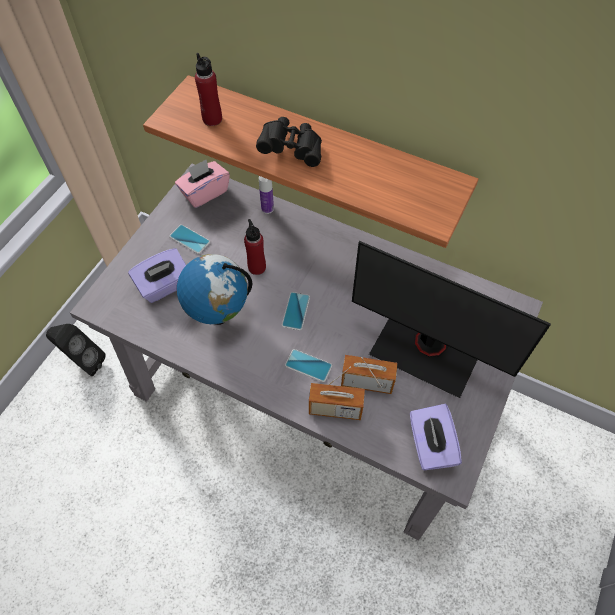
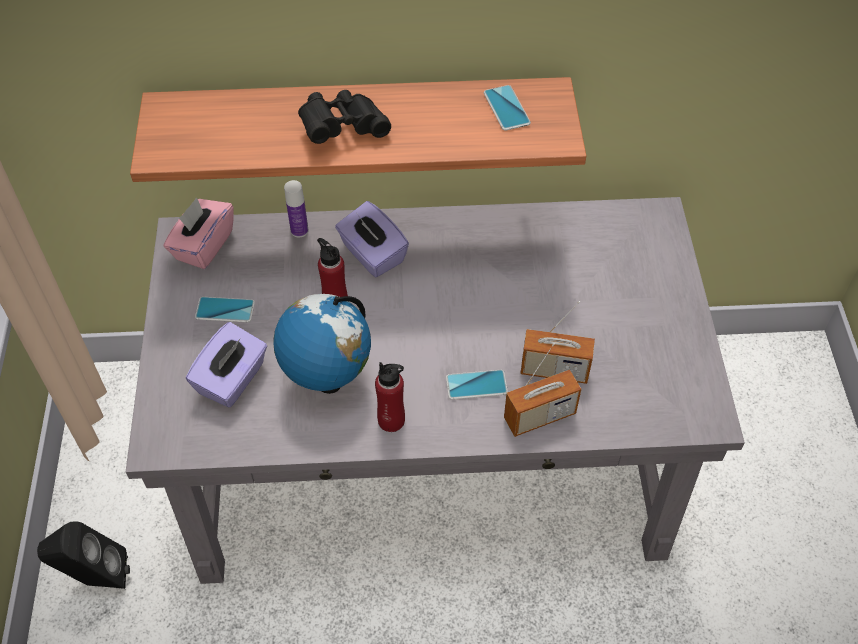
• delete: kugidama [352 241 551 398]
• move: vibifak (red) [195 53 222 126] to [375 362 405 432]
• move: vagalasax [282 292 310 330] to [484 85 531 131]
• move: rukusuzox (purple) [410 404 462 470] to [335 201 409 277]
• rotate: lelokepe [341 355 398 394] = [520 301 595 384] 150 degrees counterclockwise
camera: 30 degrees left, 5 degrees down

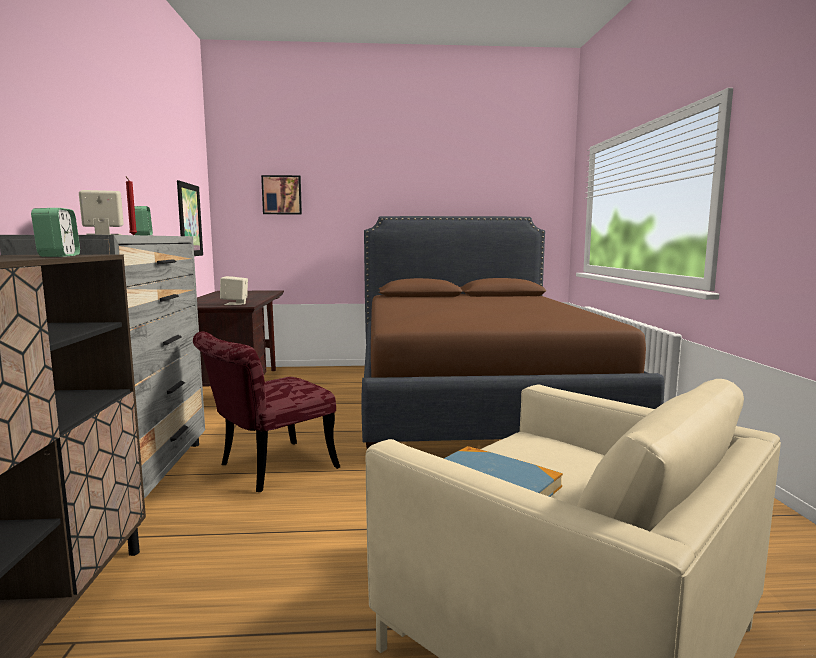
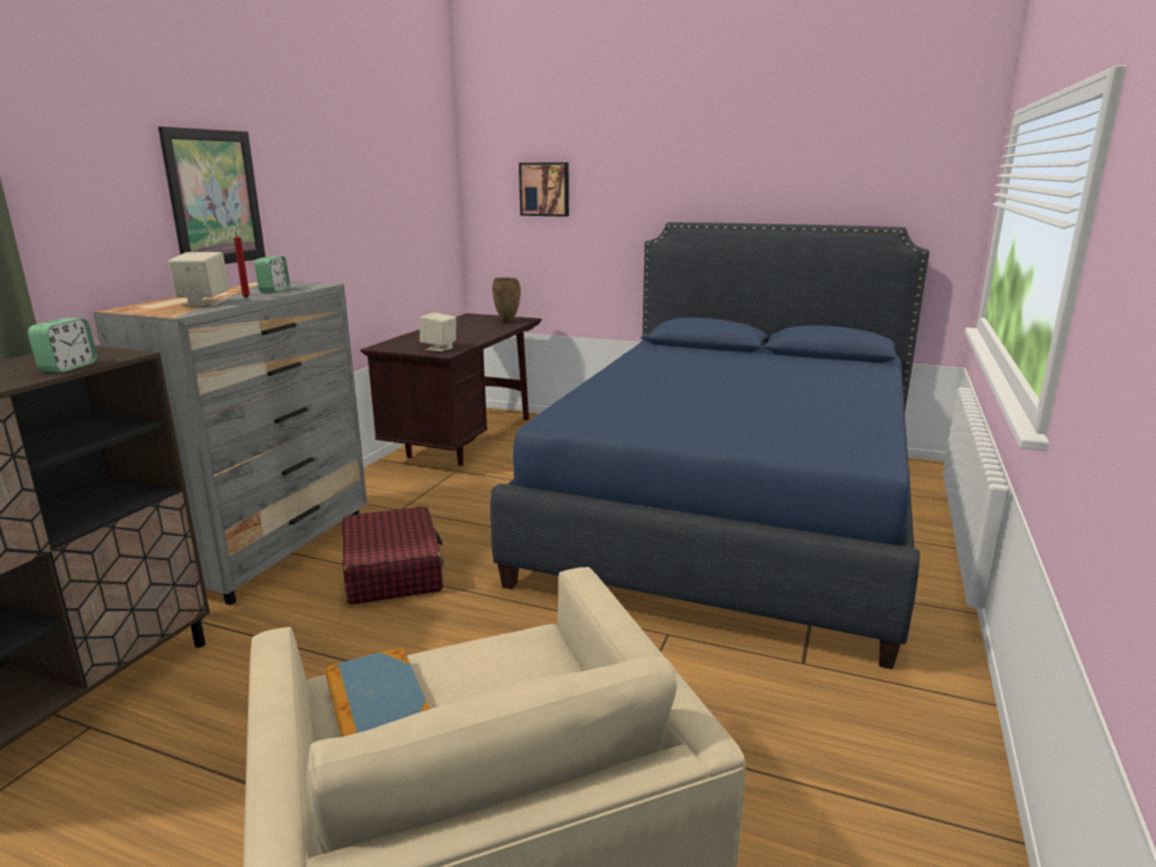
• insert: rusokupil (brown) [492 277 521 322]
• move: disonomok [177 180 203 256] to [158 127 265 264]
• replace: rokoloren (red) [193 331 340 492] to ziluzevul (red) [342 506 444 605]
• recolor: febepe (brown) [362 216 664 449] to febepe (blue) [490 222 930 669]
camera: 25 degrees right, 10 degrees up

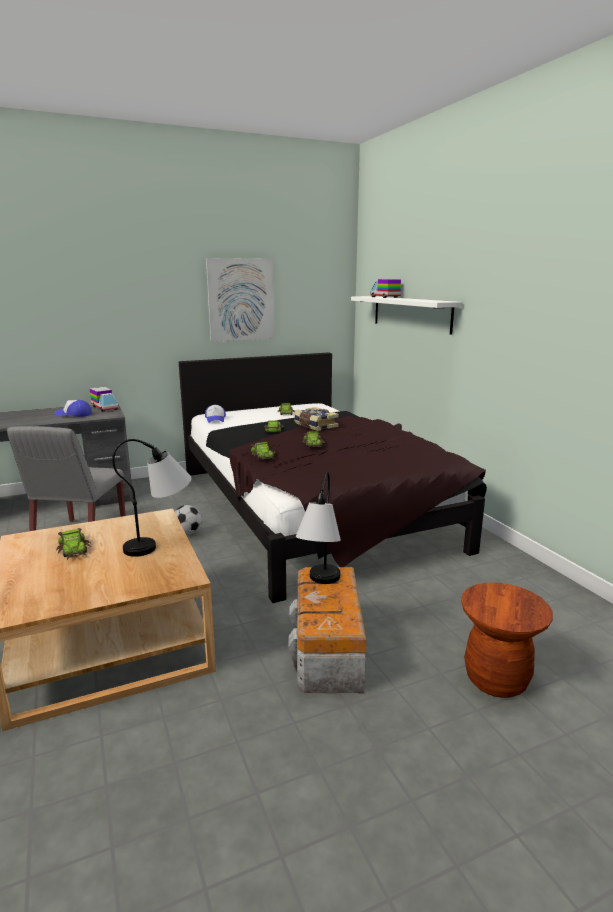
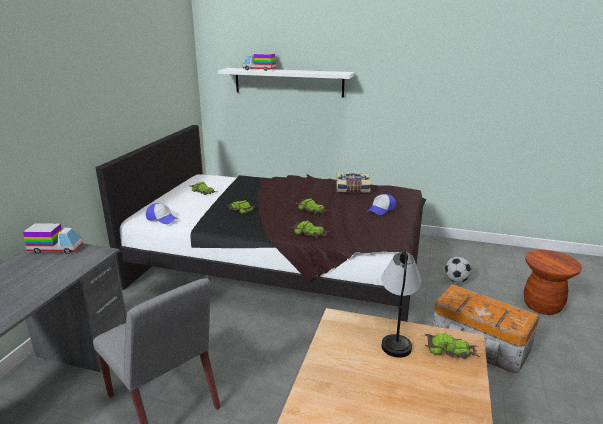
• delete: disonomok [206 258 274 342]
• delete: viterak [295 471 341 584]
• move: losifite [55 400 92 417] to [368 194 396 215]
• move: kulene [56 528 91 560] to [425 332 481 359]
• move: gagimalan [175 505 202 536] to [445 257 472 282]
• move: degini [294 407 339 431] to [337 173 371 193]
camera: 50 degrees left, 5 degrees up

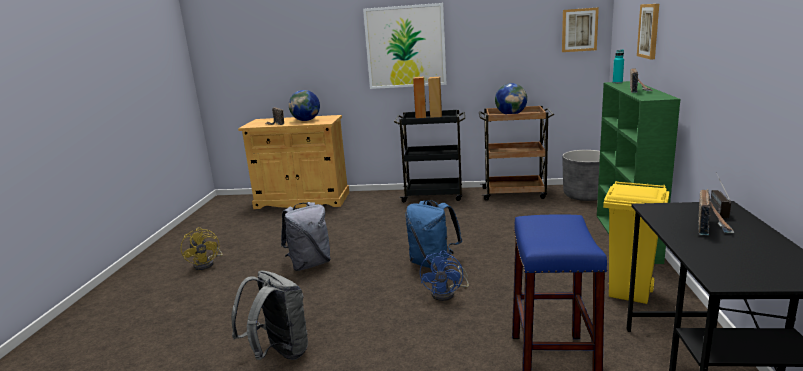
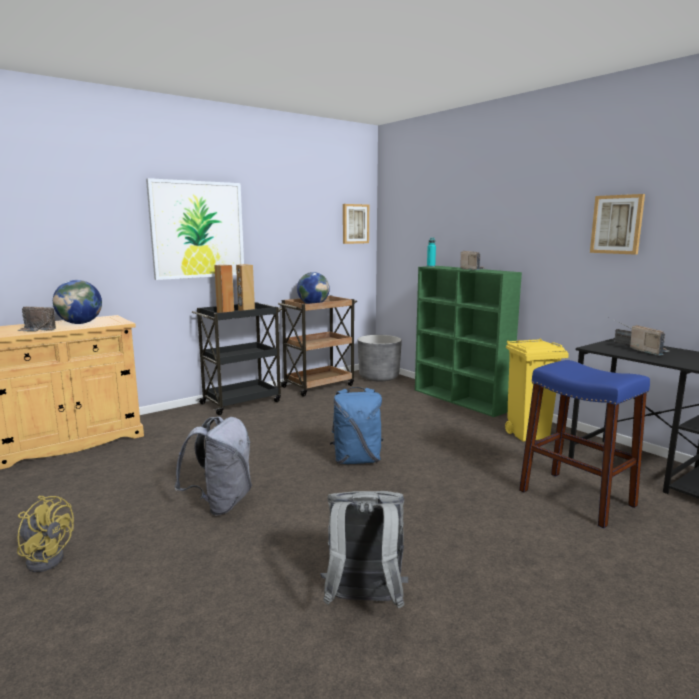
• delete: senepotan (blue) [420 250 469 301]
• move: disonomok [637 4 659 60] to [590 194 645 255]
camera: 45 degrees left, 5 degrees down

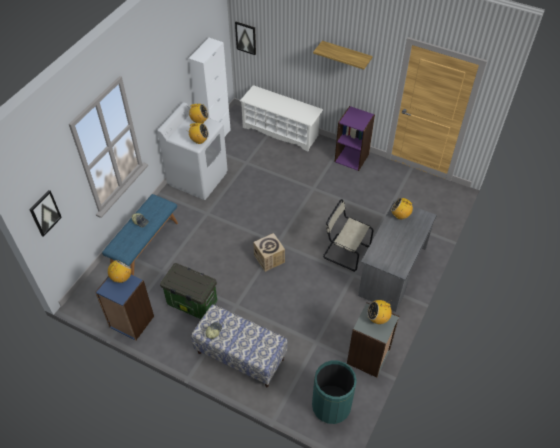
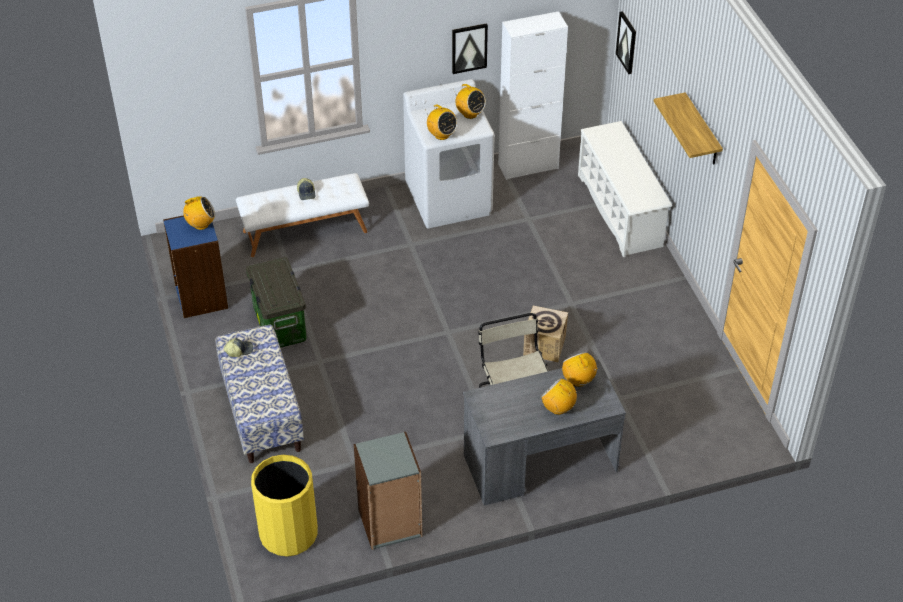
• delete: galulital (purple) [335 106 375 171]
• move: disonomok [29 190 62 237] to [452 23 488 74]
• move: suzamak [253 233 285 272] to [523 306 568 362]
• move: lelokepe [367 300 392 324] to [542 378 581 415]
• recolor: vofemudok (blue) [102 194 178 276] to vofemudok (white) [236 173 369 257]
• recolor: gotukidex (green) [312 360 357 424] to gotukidex (yellow) [251 455 318 557]
camera: 45 degrees right, 5 degrees down

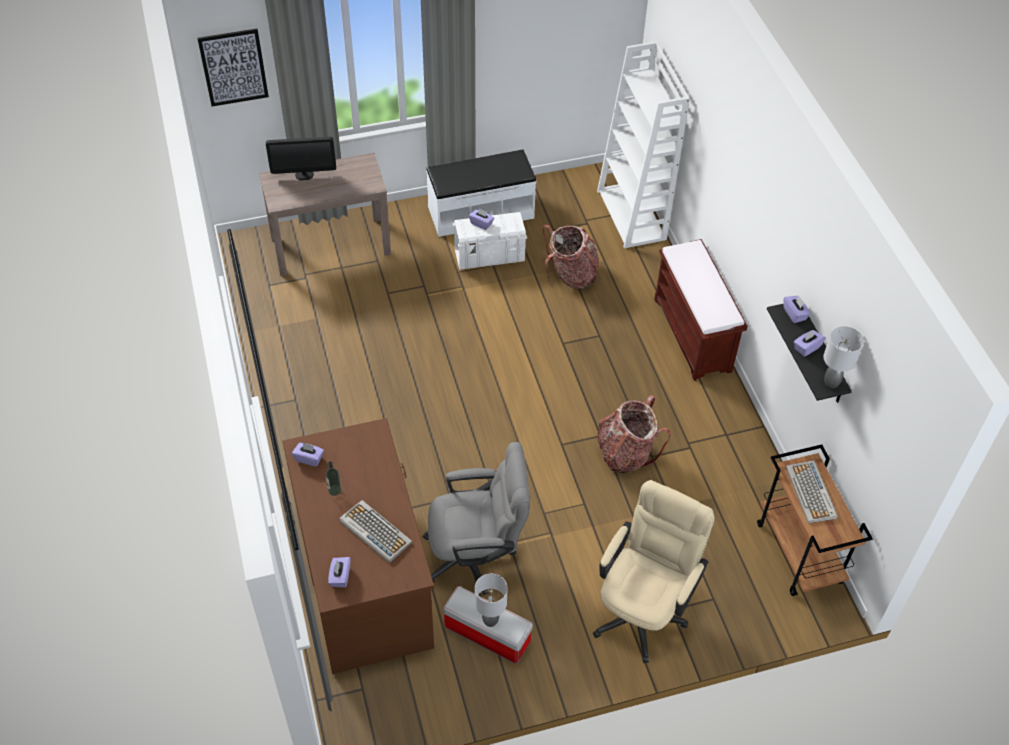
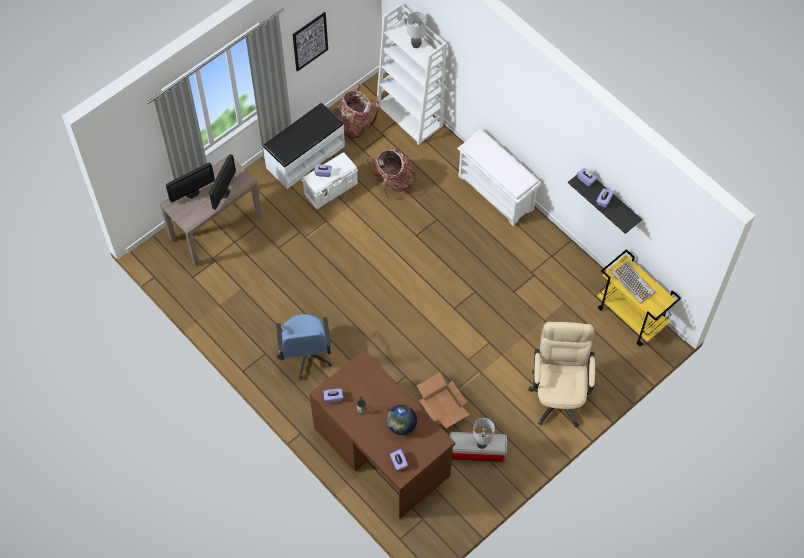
• insert: kugidama [209 154 236 210]
• insert: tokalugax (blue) [276 314 332 380]
• move: disonomok [197 29 269 107] to [293 12 328 72]
• move: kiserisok [598 395 671 473] to [332 84 380 139]
• move: viterak (grey) [823 326 864 388] to [407 12 426 48]
• replace: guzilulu [339 500 412 563] to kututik [387 405 417 435]
• replace: tokalugax (grey) [423 442 530 595] to suzamak [417 373 470 428]
• recolor: vofemudok (brown) [654 239 748 381] to vofemudok (white) [457 129 541 226]
• recolor: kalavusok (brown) [757 445 873 596] to kalavusok (yellow) [597 249 681 346]
camera: 25 degrees left, 10 degrees up

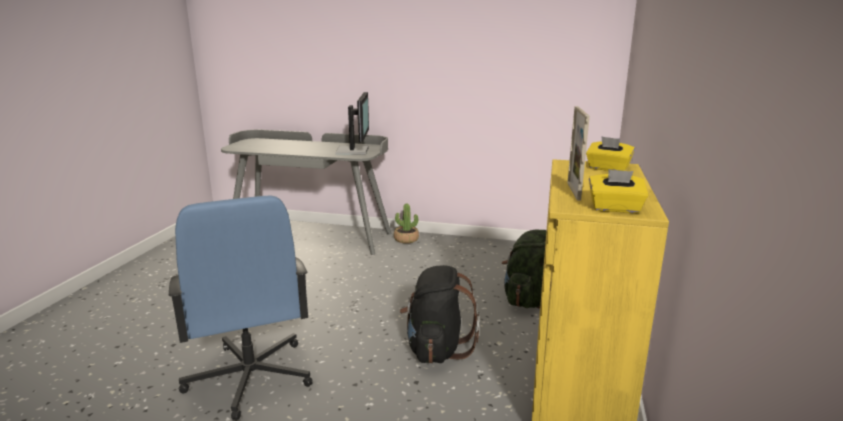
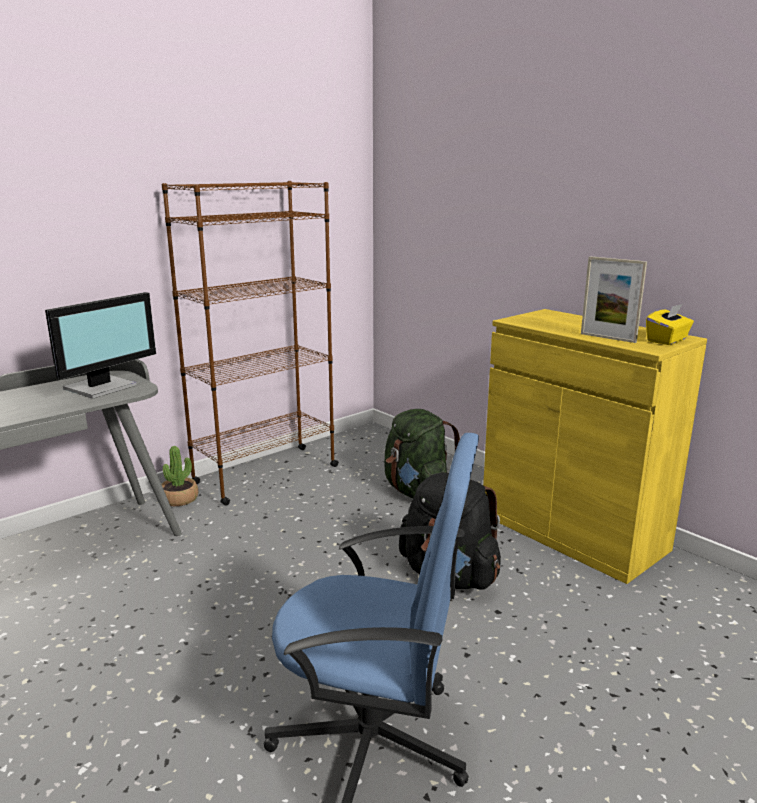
• delete: rukusuzox (yellow) [586 136 635 171]
• insert: galulital (brown) [162 181 339 506]
• rotate: kugidama [335 92 369 154] = [45 292 156 399] 90 degrees clockwise
camera: 55 degrees left, 0 degrees up

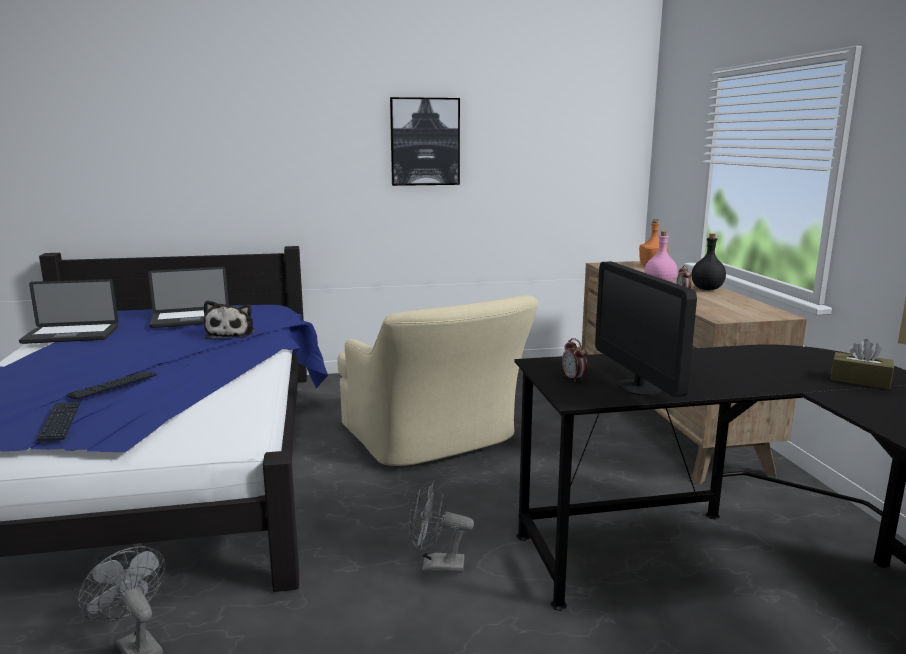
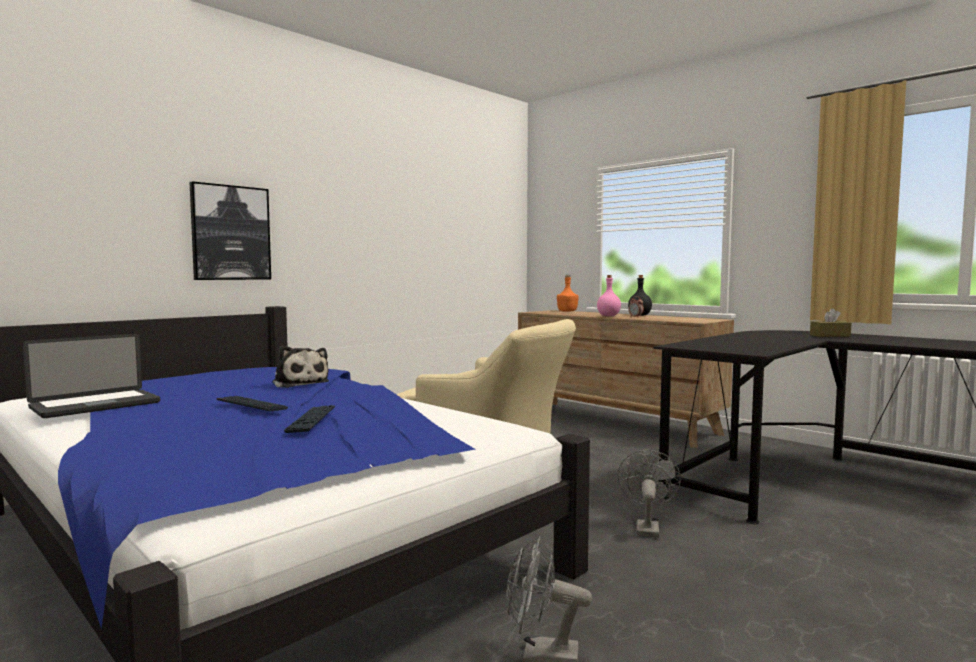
• delete: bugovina [148 267 229 328]
• delete: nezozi [562 338 588 382]
• delete: kugidama [595 261 697 397]
• move: guzilulu [37 402 81 441] to [217 396 288 412]
• move: disonomok [390 97 460 186] to [190 181 271 280]
• rotate: senepotan (grey) [408 480 474 573] = [617 450 681 538] 135 degrees clockwise
camera: 35 degrees left, 10 degrees down

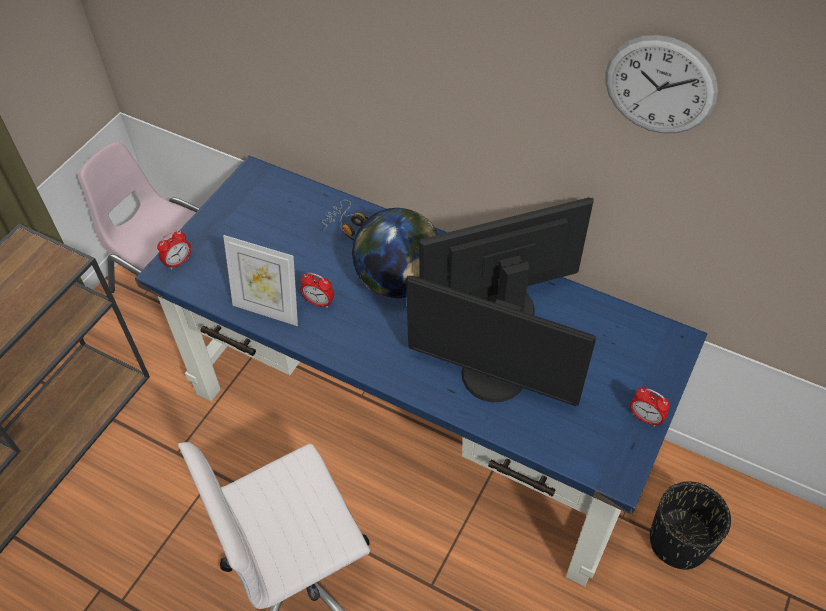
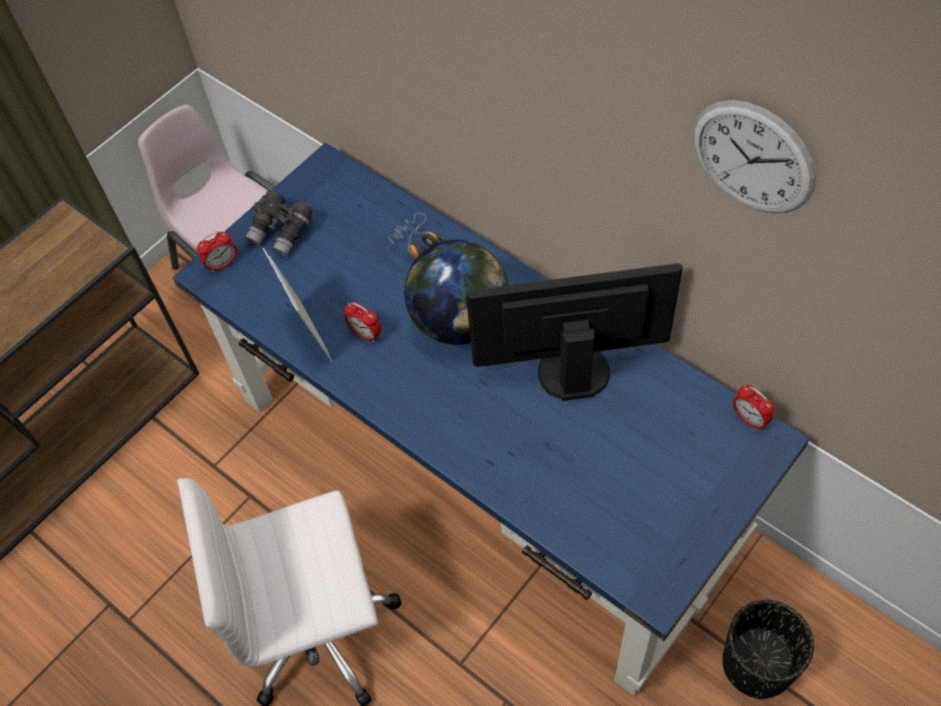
• delete: kugidama [406 276 596 406]
• insert: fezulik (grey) [245 190 313 256]
• move: nezozi [630 387 670 427] to [733 385 774 430]
• rotate: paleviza [223 235 298 326] = [263 248 333 362] 150 degrees counterclockwise
camera: 15 degrees right, 5 degrees up

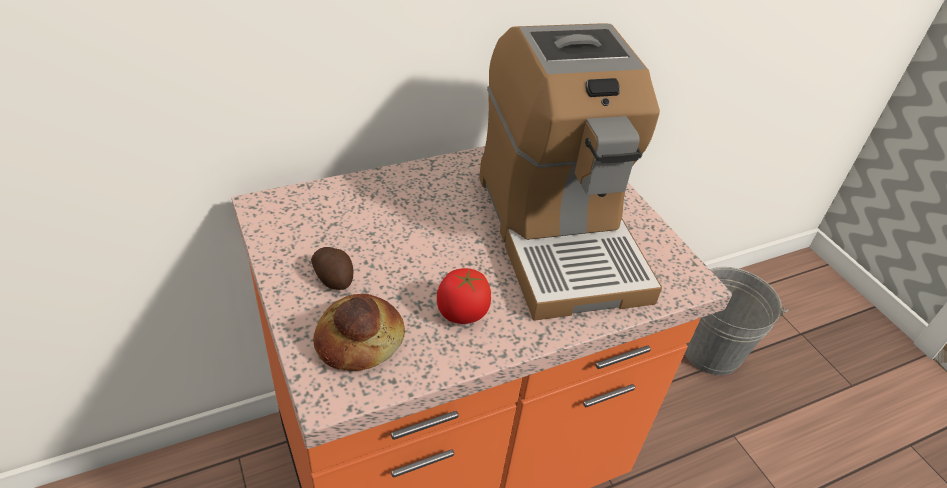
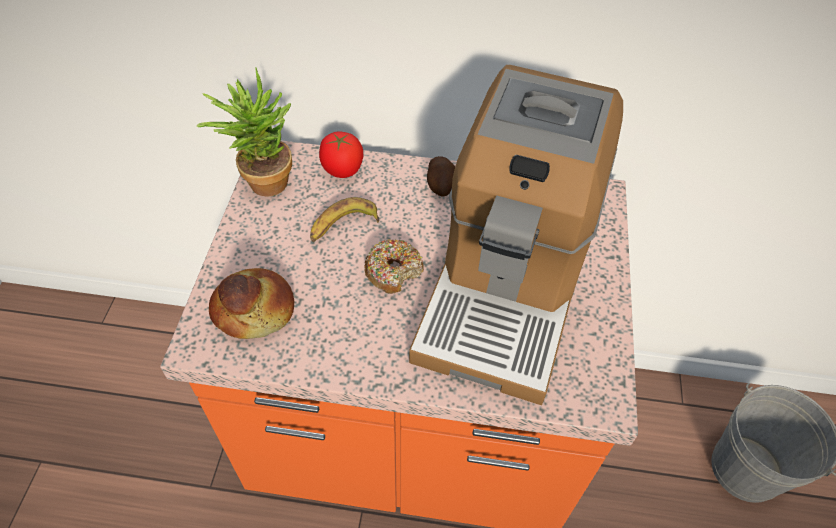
• insert: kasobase [197 68 292 197]
• insert: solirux [310 197 379 242]
• insert: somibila [364 239 424 294]
• move: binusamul [311 247 353 290] to [427 156 455 197]
• move: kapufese [437 268 491 324] to [319 132 363 178]
camera: 35 degrees right, 10 degrees up

